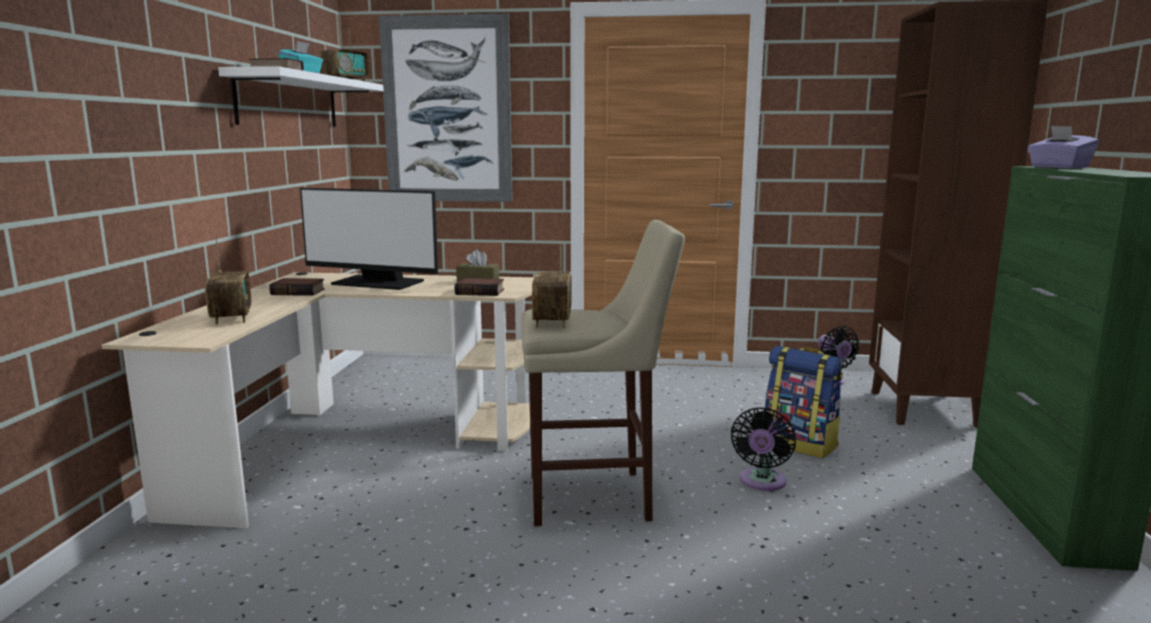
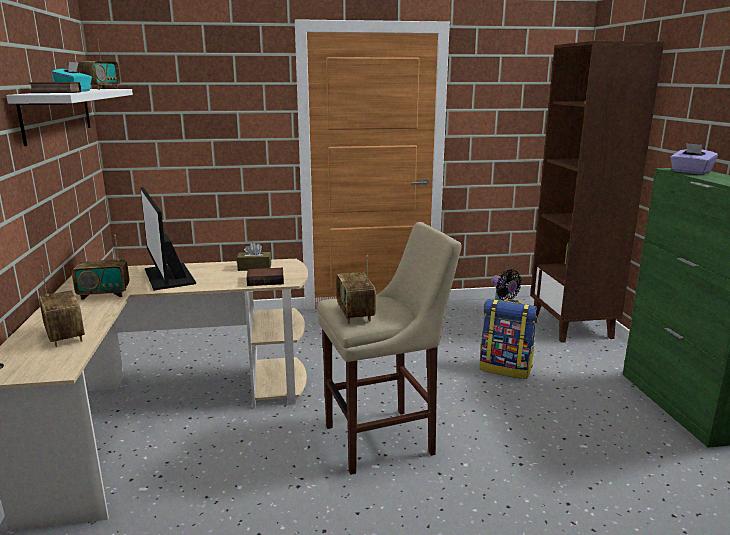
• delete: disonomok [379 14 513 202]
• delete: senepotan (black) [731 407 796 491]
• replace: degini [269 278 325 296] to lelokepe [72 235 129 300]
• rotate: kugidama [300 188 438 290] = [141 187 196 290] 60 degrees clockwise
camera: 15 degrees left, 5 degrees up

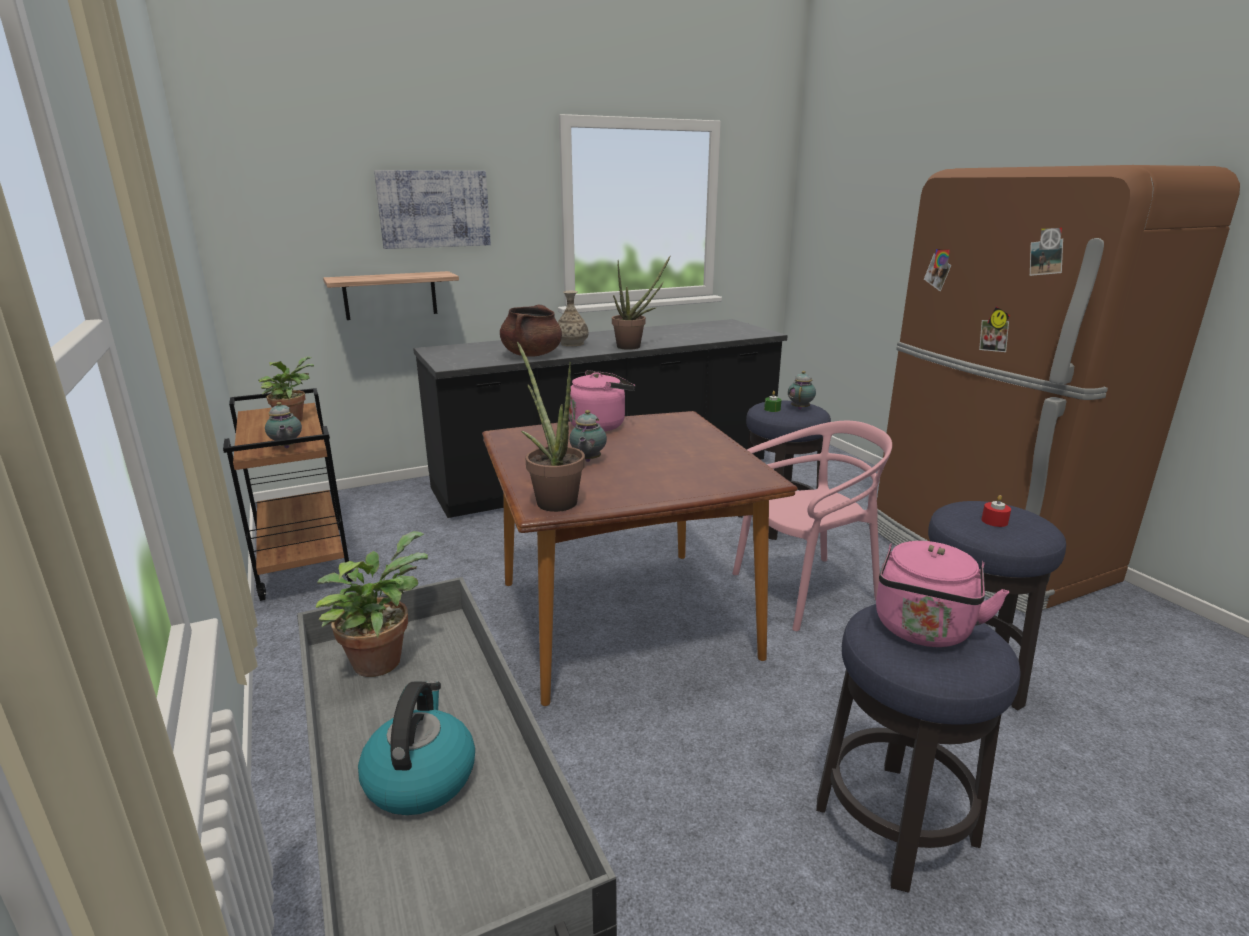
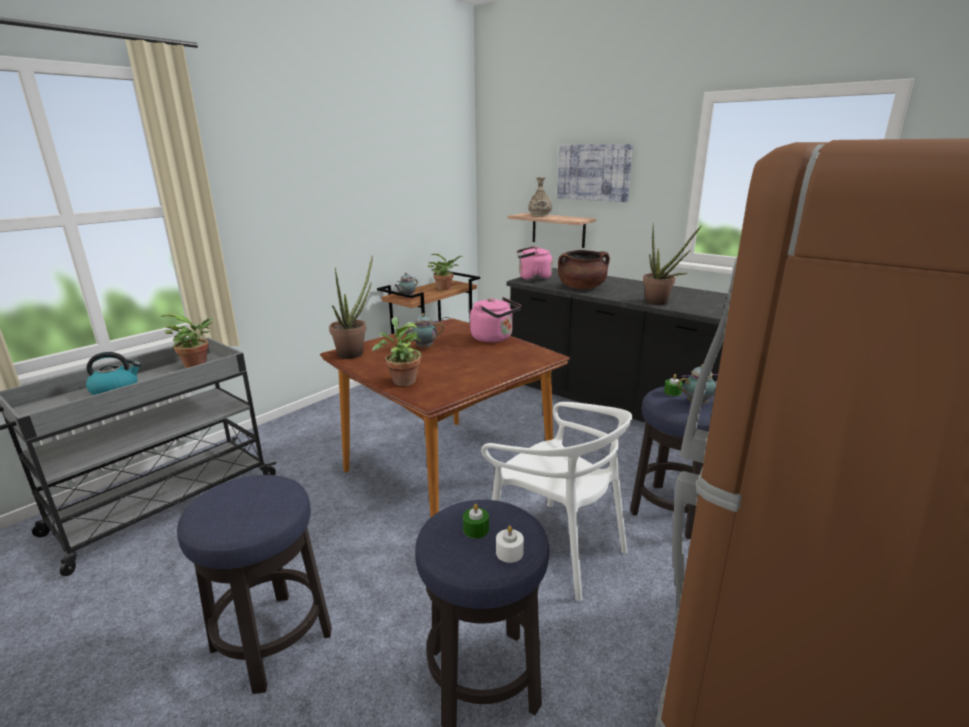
• insert: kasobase [372 317 422 386]
• insert: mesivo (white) [496 526 524 563]
• move: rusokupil [558 291 589 346] to [528 177 552 217]
• move: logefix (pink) [876 541 1009 647] to [517 246 553 281]
• recolor: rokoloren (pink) [732 421 892 631] to rokoloren (white) [481 402 632 601]
• recolor: mesivo (red) [982 495 1011 527] to mesivo (green) [463 504 489 539]
camera: 65 degrees right, 0 degrees up

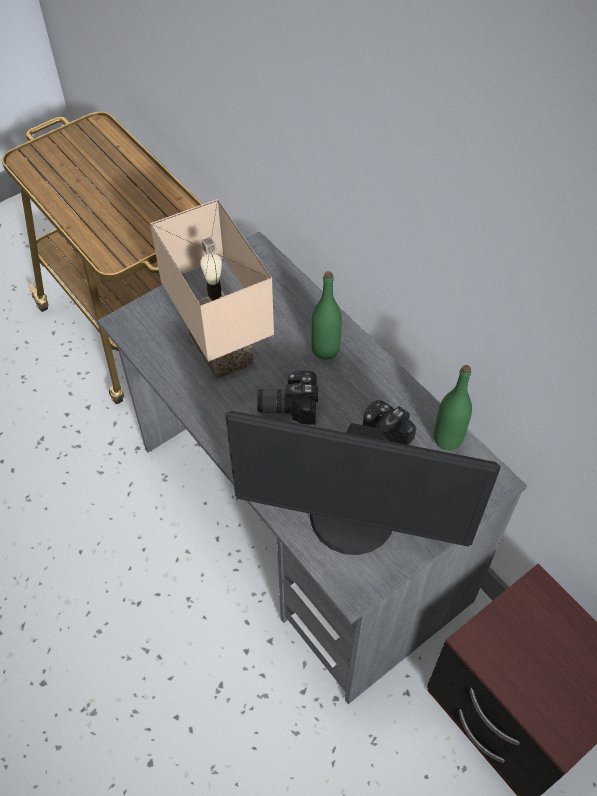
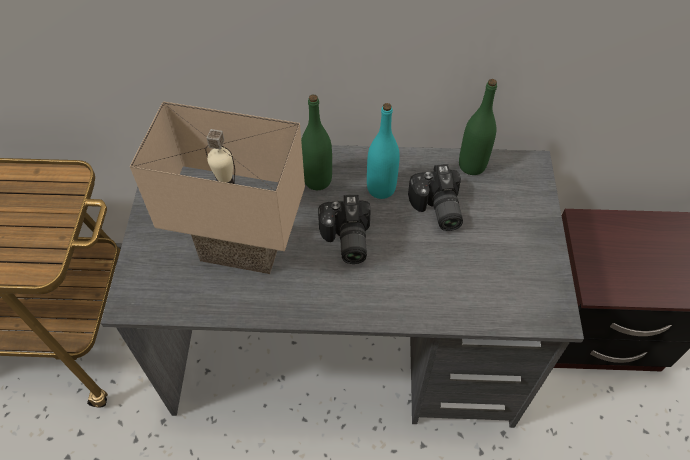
• delete: kugidama [225 411 500 555]
• insert: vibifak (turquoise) [367 103 400 199]
• rotate: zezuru [257 371 318 425] = [318 195 370 264] 45 degrees counterclockwise
camera: 50 degrees left, 0 degrees up

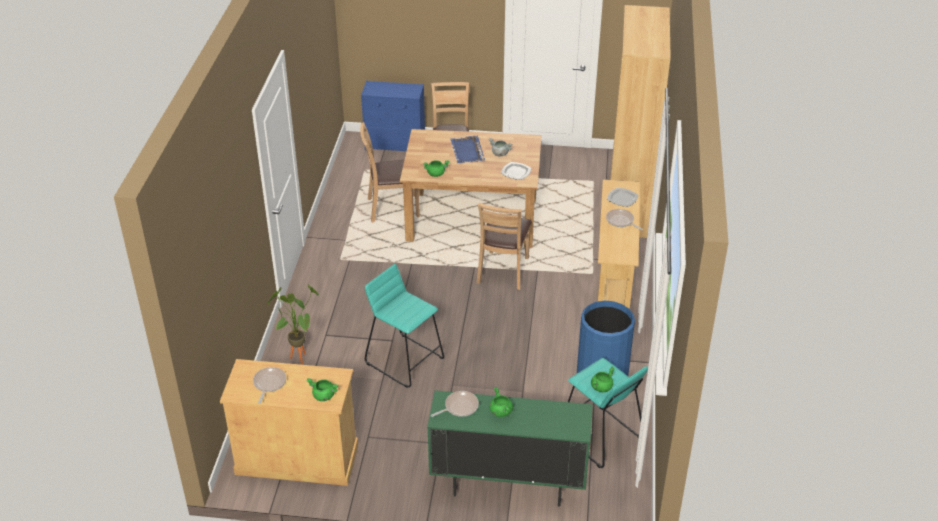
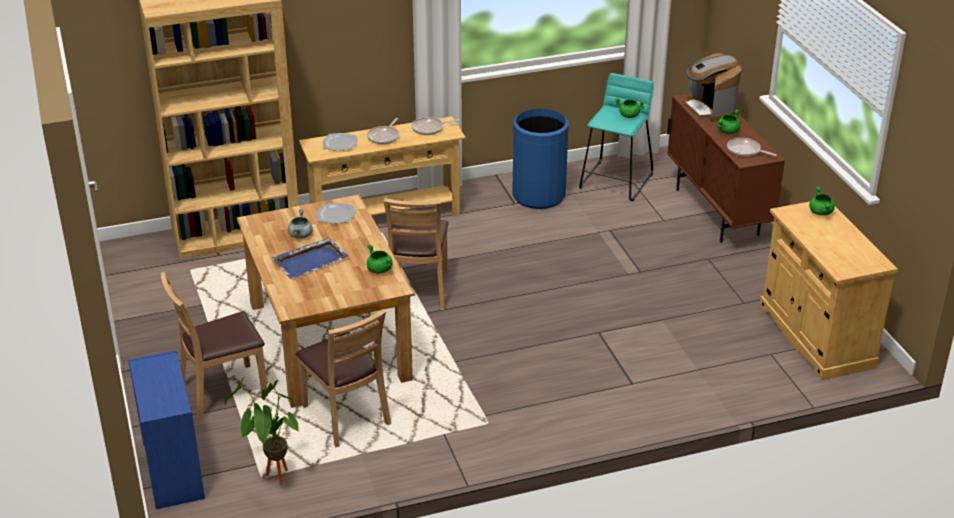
• delete: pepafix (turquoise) [365 264 444 388]
• insert: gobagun [684 53 741 122]
• move: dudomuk [253 367 286 404] to [412 117 460 135]
• move: kasobase [267 285 319 364] to [224 377 299 485]
• recolor: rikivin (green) [427 390 593 507] to rikivin (brown) [667 94 785 243]
• rotate: rokoloren (brown) [477 203 532 290] = [384 198 448 311] 105 degrees clockwise
camera: 115 degrees left, 5 degrees down

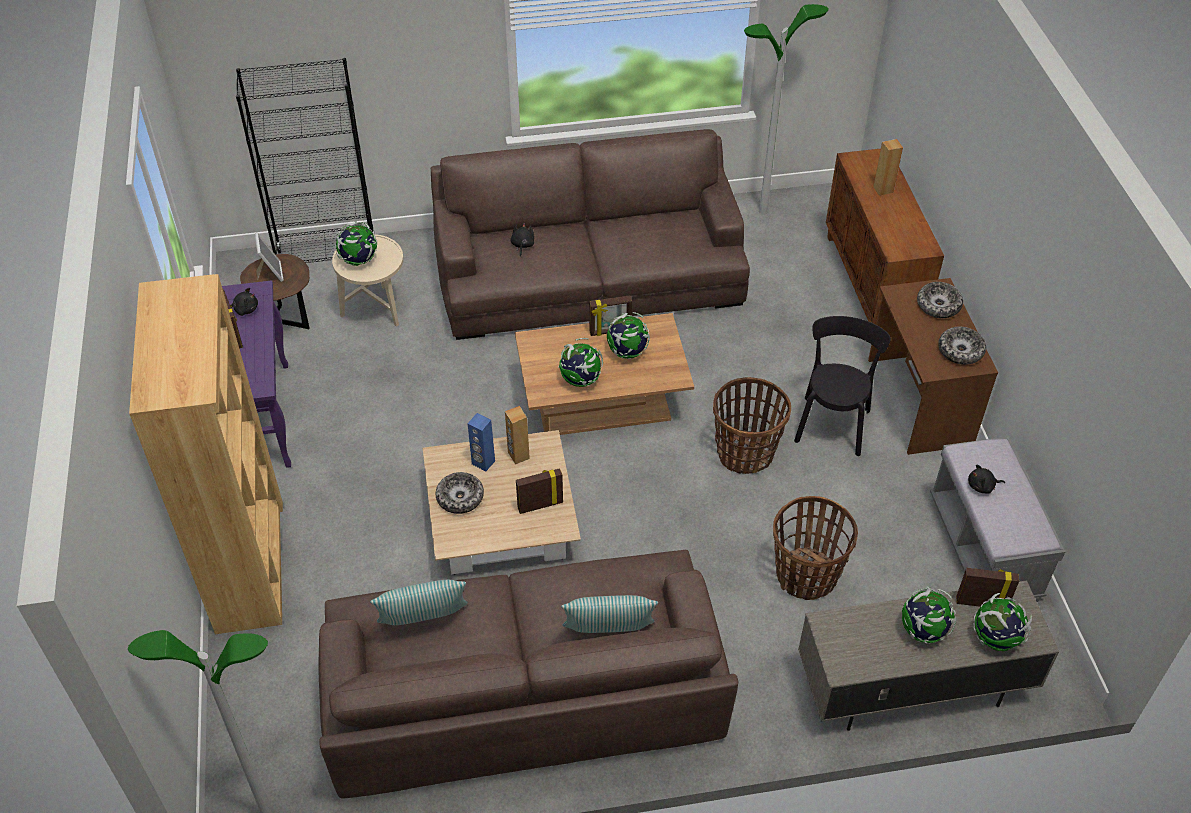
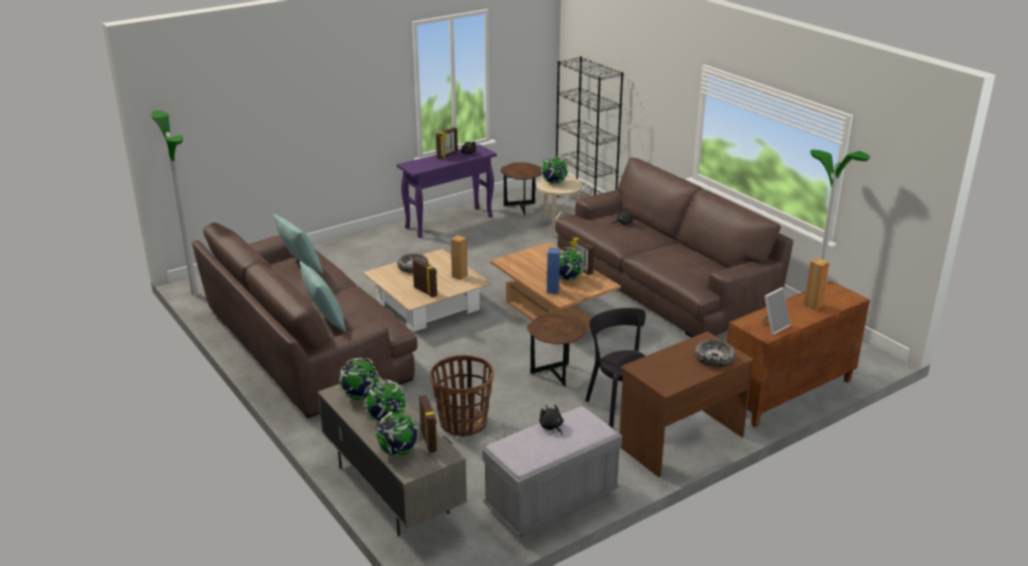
• delete: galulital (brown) [129 274 283 635]
• delete: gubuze [938 327 986 365]
• move: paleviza [255 233 284 282] to [760 287 790 335]
• move: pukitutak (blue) [467 413 495 471] to [547 248 560 294]
• move: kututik [558 338 603 387] to [339 357 379 400]
• replace: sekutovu [713 377 791 474] to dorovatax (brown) [527 314 586 386]
• rotate: rokoloren (black) [794 316 891 456] = [585 308 646 428] 105 degrees counterclockwise
camera: 65 degrees right, 20 degrees down

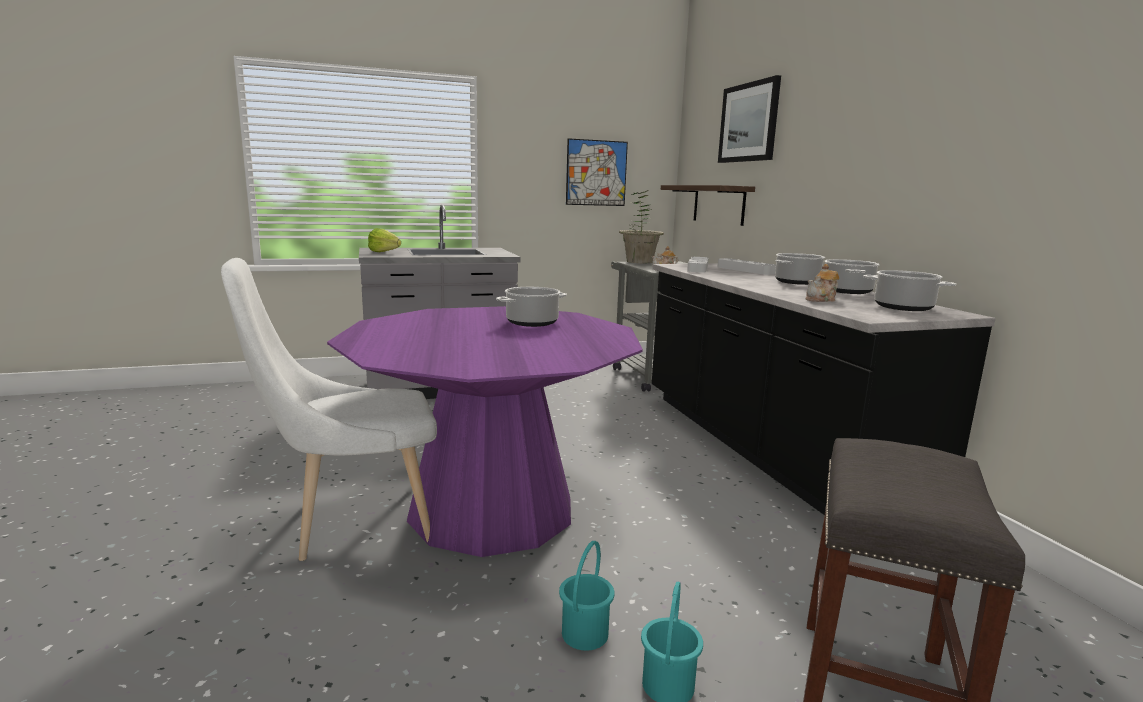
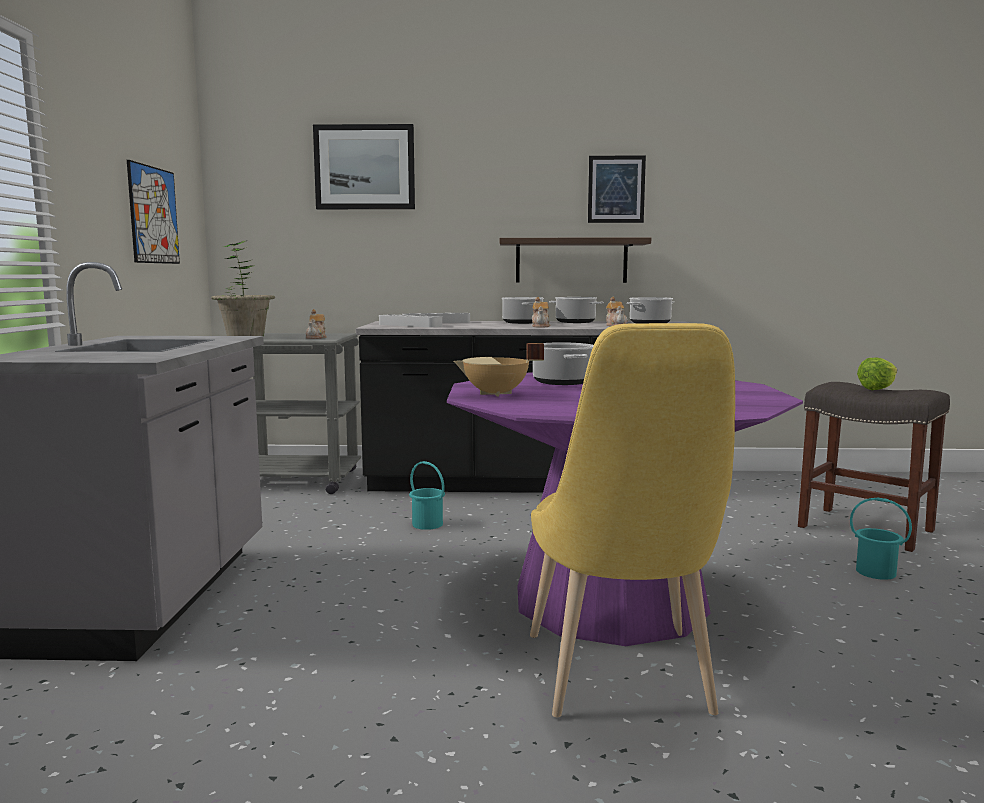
• insert: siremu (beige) [453 343 544 397]
• insert: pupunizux [532 297 551 328]
• insert: disonomok [588 155 646 223]
• move: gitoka [368 228 401 252] to [857 357 897 390]
• move: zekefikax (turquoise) [559 541 614 651] to [409 461 445 530]
• move: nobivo [661 185 755 226] to [500 238 651 283]
• recolor: rokoloren (white) [221 258 437 561] to rokoloren (yellow) [530 323 735 717]
camera: 70 degrees left, 5 degrees down

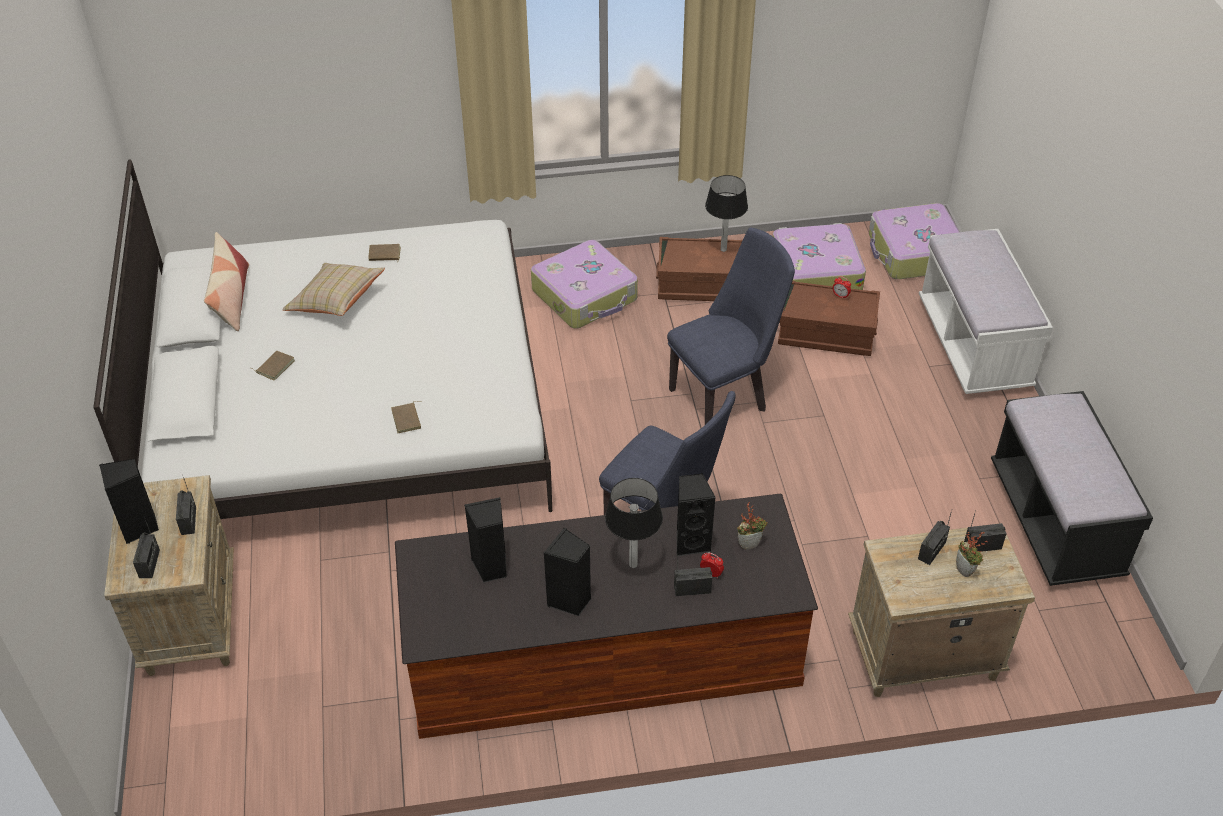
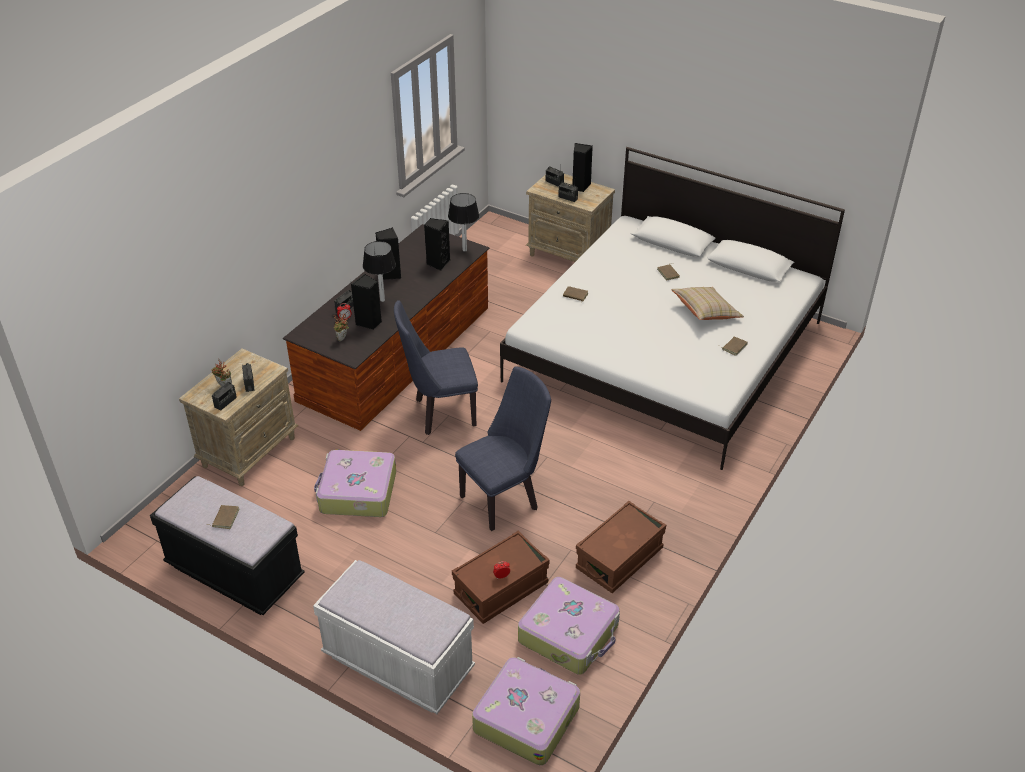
• delete: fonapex [204 232 249 331]
• insert: degini (brown) [208 505 239 529]
• move: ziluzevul [531 240 638 329] to [314 450 396 517]
• move: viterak [705 175 748 252] to [448 193 479 252]
• rotate: rokoloren (blue) [667 228 795 425] = [455 366 551 531] 135 degrees counterclockwise
camera: 130 degrees right, 5 degrees down

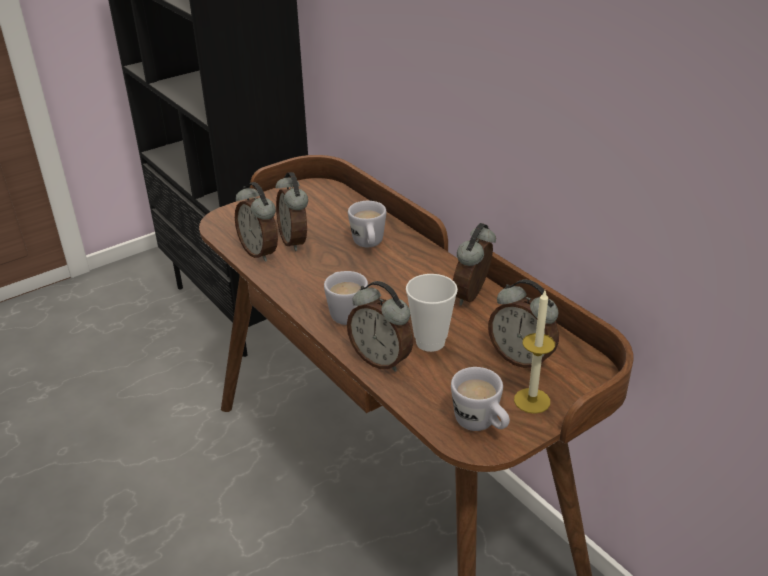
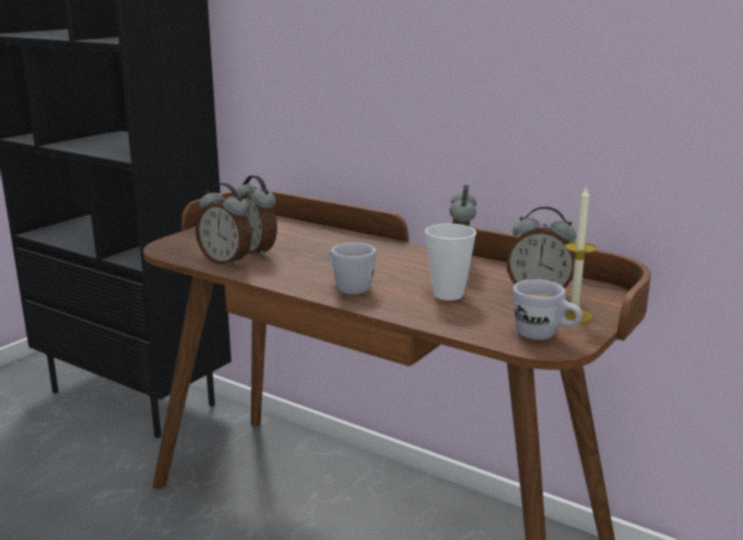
• delete: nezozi [347 281 413 372]
• delete: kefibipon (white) [348 201 386 247]
camera: 20 degrees left, 15 degrees down

